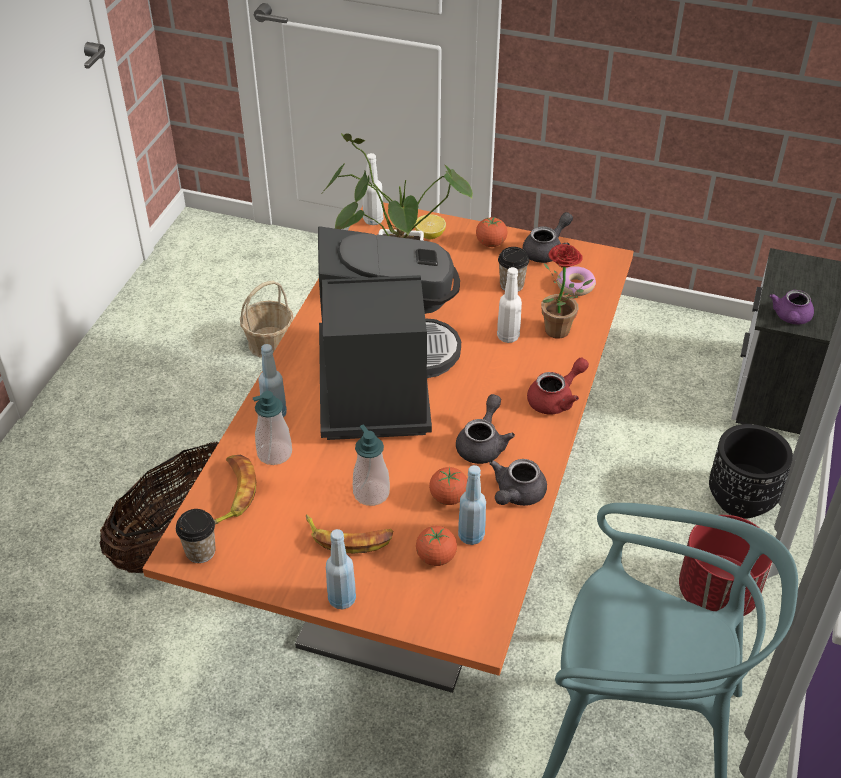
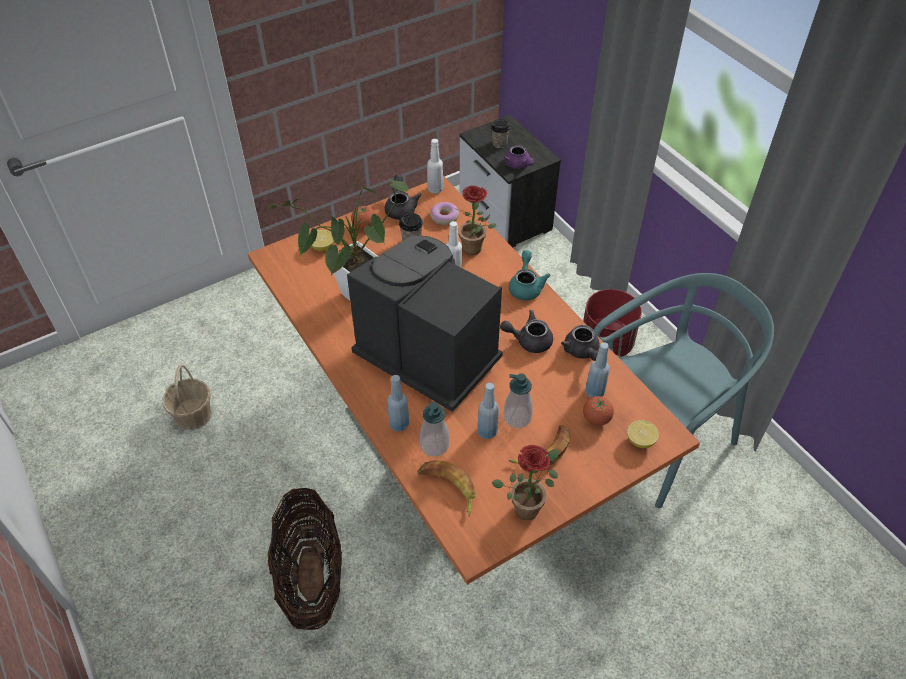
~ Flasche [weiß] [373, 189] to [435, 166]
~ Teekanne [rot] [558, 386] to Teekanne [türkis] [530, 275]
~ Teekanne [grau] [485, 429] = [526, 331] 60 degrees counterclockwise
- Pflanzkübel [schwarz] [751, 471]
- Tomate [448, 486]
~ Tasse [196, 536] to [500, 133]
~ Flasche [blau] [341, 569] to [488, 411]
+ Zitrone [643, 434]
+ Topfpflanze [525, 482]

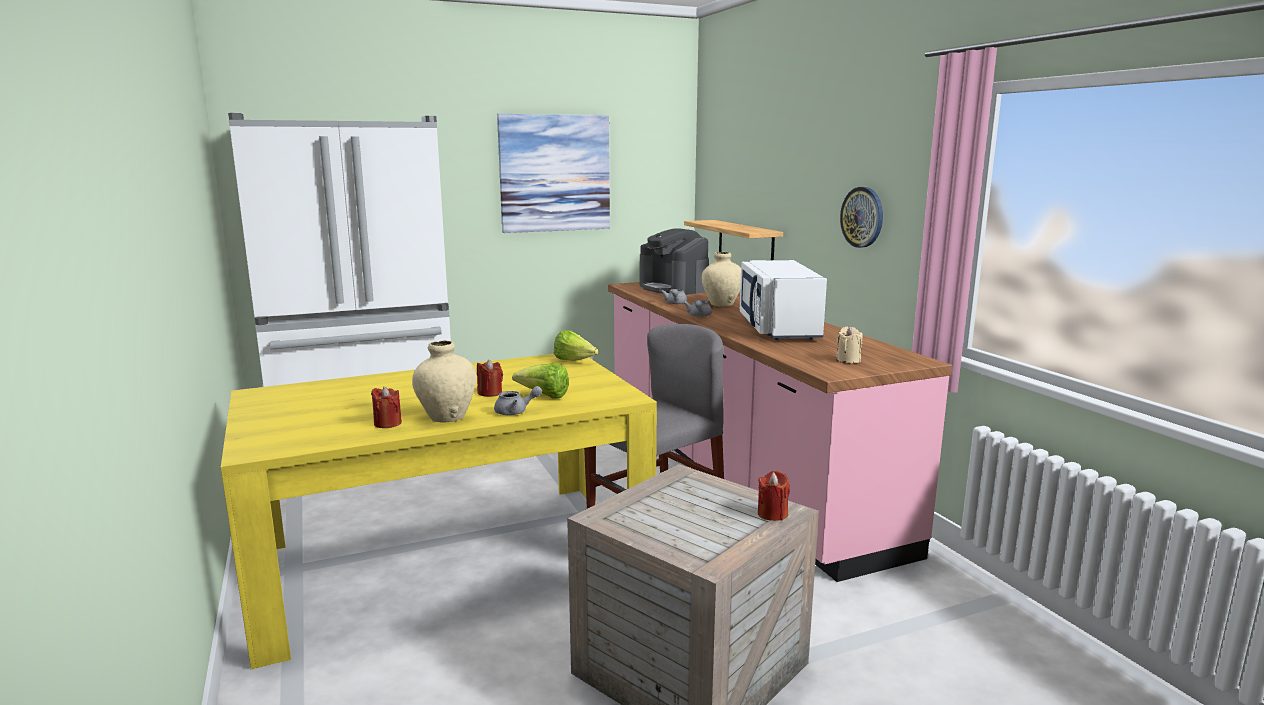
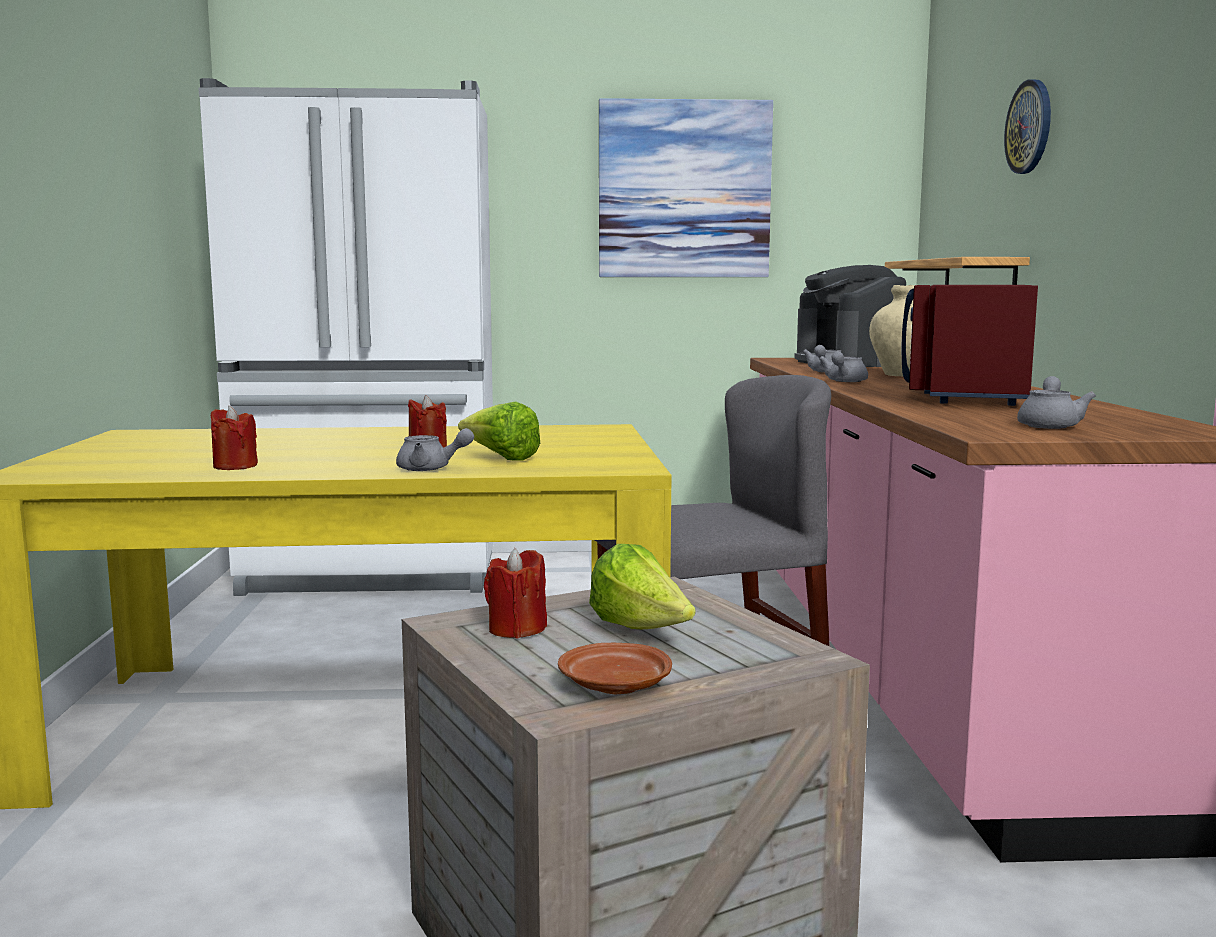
~ Wanduhr [861, 217] to [1027, 127]
~ Mikrowelle [weiß] [783, 300] to Mikrowelle [rot] [970, 345]
~ Kerze [beige] [849, 345] to Teekanne [grau] [1056, 402]
~ Salatkopf [576, 345] to [642, 586]
- Vase [beige] [444, 381]
~ Kerze [rot] [774, 496] to [515, 593]
+ Teller [braun] [615, 668]

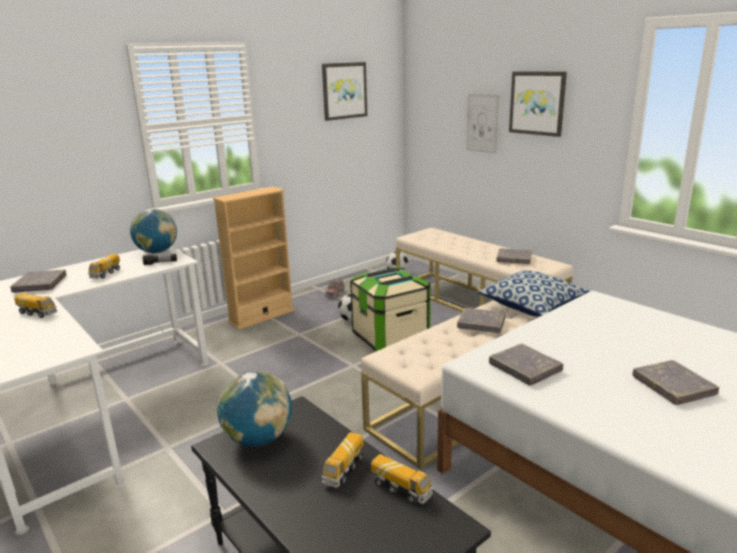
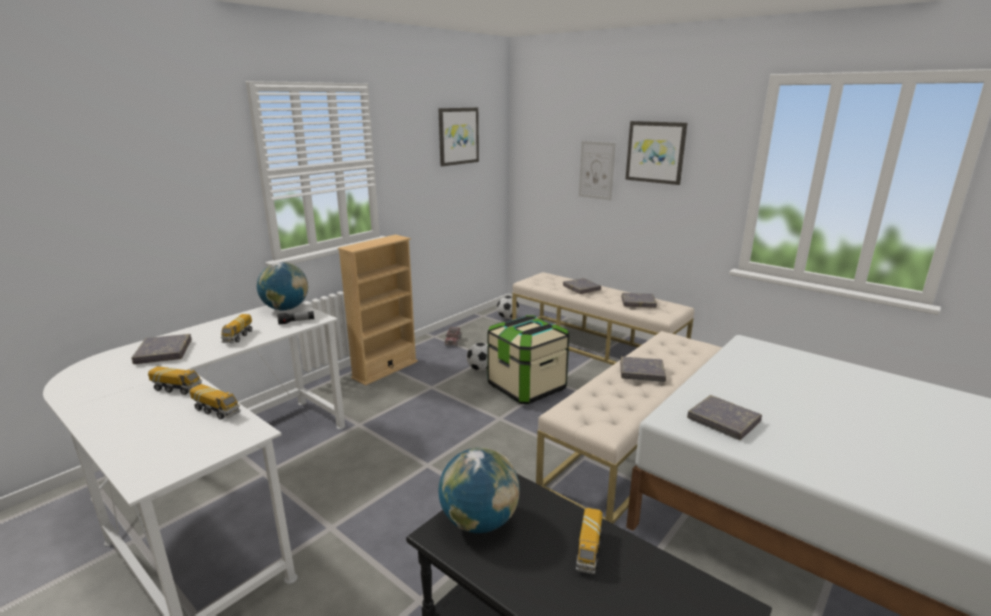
- Kissen [533, 293]
~ Buch [grau] [675, 382] to [582, 286]
~ Spielzeuglaster [402, 479] to [215, 402]

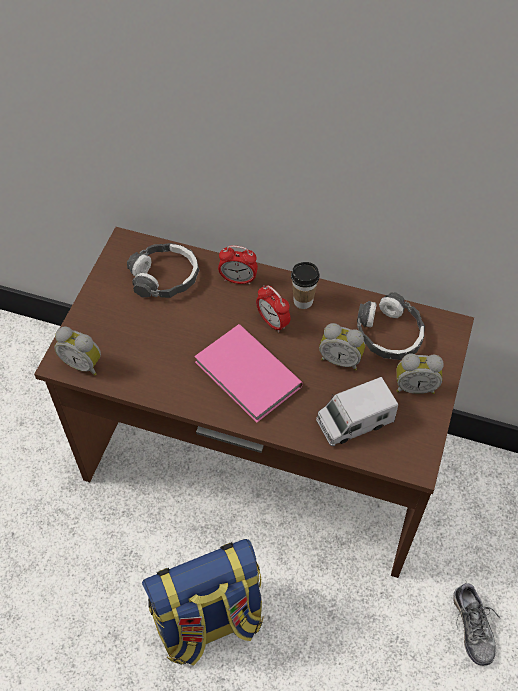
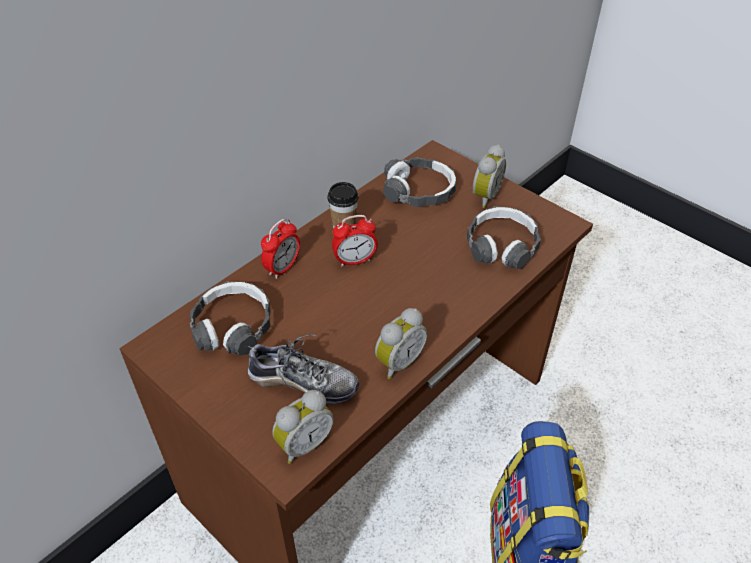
~ Wecker [342, 346] to [401, 343]
- Buch [rosa] [248, 373]
~ Spielzeuglaster [357, 411] to Kopfhörer [504, 237]
~ Schuh [476, 624] to [303, 369]

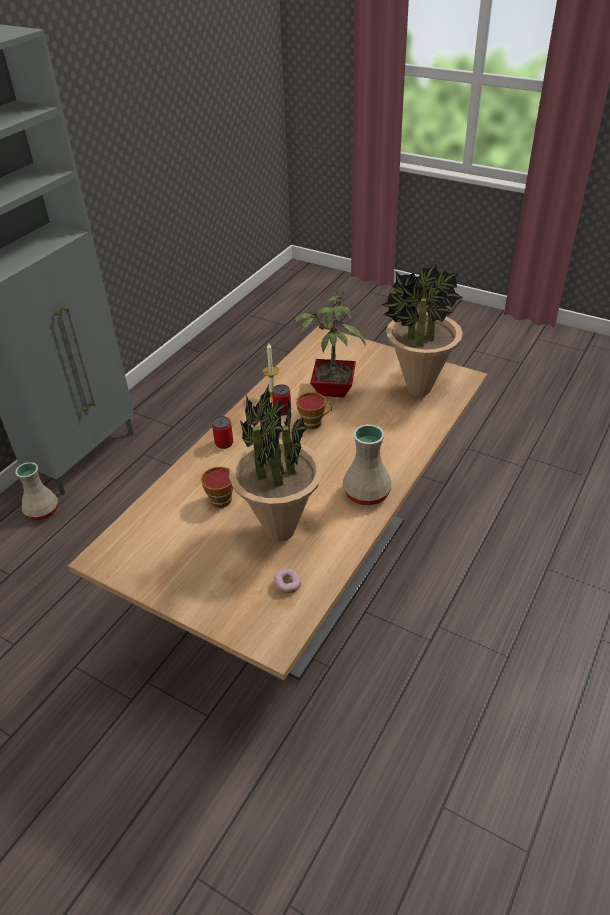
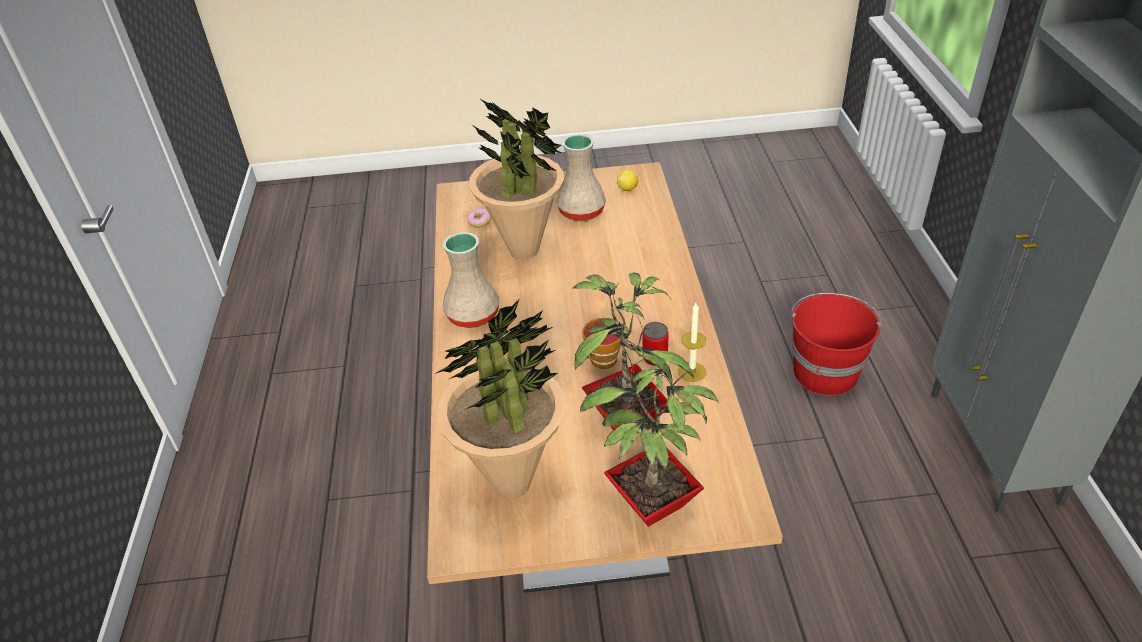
- Dose [222, 432]
~ Vase [beige] [36, 491] to [581, 177]
- Tasse [217, 487]
+ Zitrone [627, 180]
+ Eimer [rot] [836, 344]
+ Topfpflanze [649, 437]

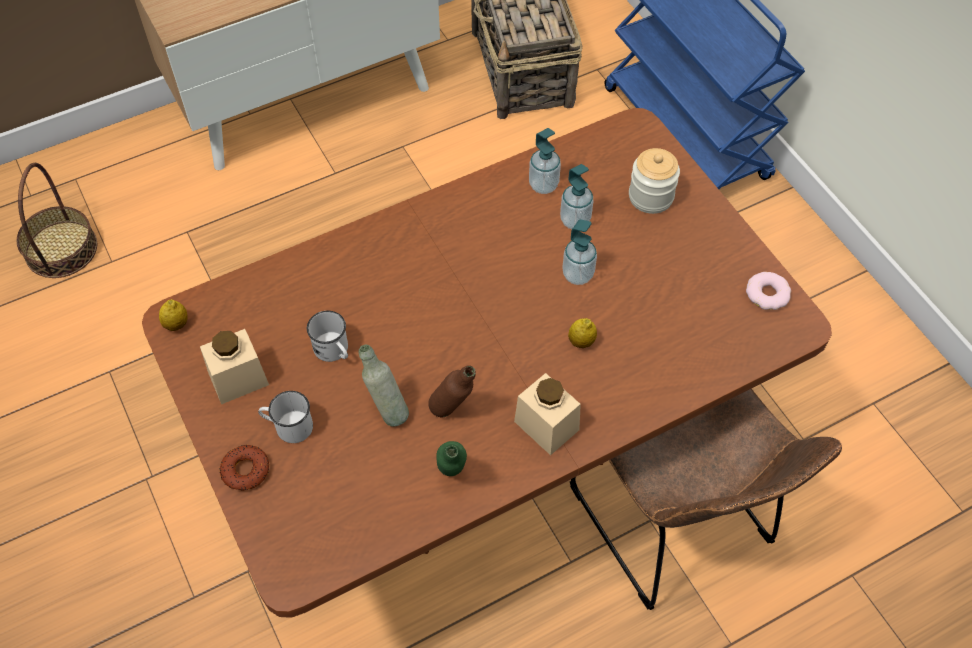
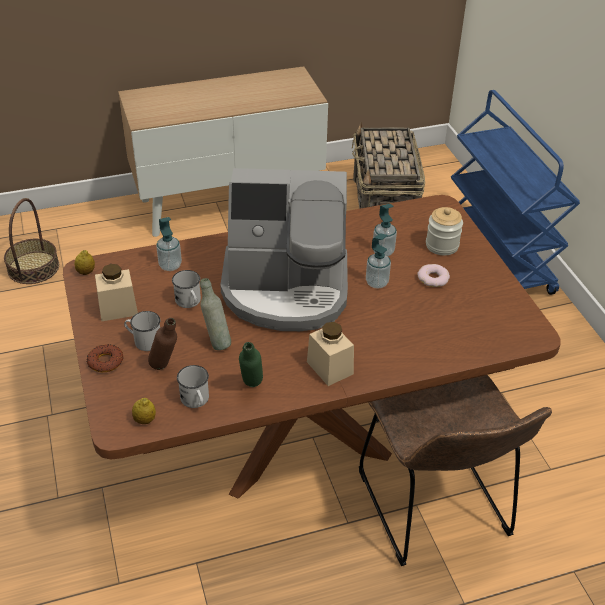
~ Seifenspender [545, 161] to [169, 244]
~ Donut [768, 291] to [433, 275]
~ Zitrone [582, 333] to [144, 411]
~ Flasche [braun] [452, 391] to [162, 344]
+ Kaffeemaschine [284, 249]
+ Henkelbecher [weiß] [193, 386]

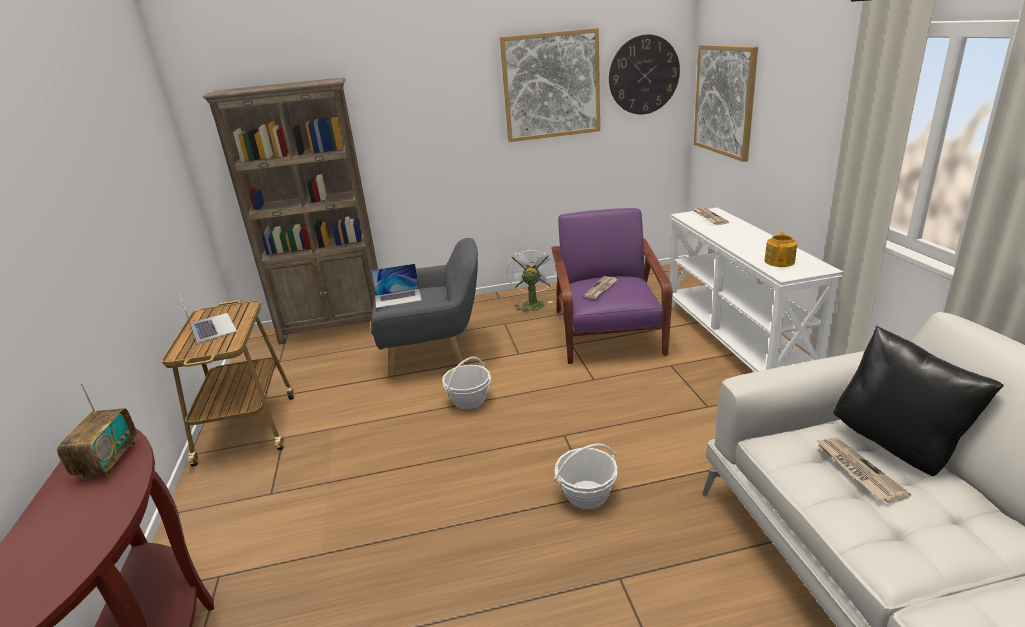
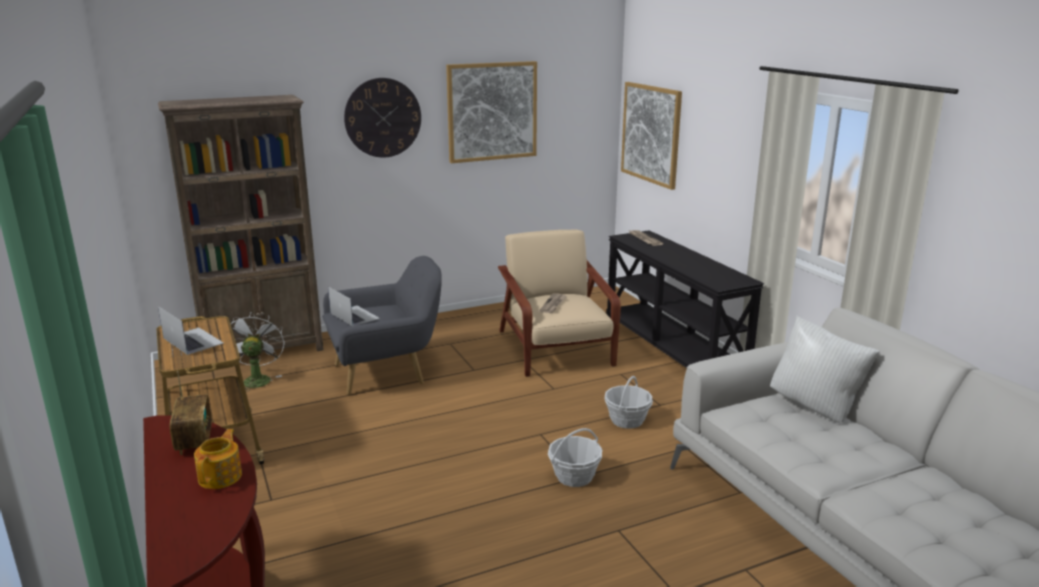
~ Wanduhr [644, 74] to [382, 118]
~ Konsolentisch [weiß] [756, 289] to Konsolentisch [schwarz] [685, 298]
~ Sessel [lila] [611, 286] to Sessel [beige] [559, 303]
~ Teekanne [780, 249] to [218, 459]
~ Ventilator [weiß] [532, 280] to [258, 352]
~ Laptop [396, 286] = [354, 306] 105 degrees counterclockwise
~ Kissen [schwarz] [918, 400] to Kissen [weiß] [825, 369]
~ Korb [466, 383] to [628, 402]
- Zeitung [863, 470]

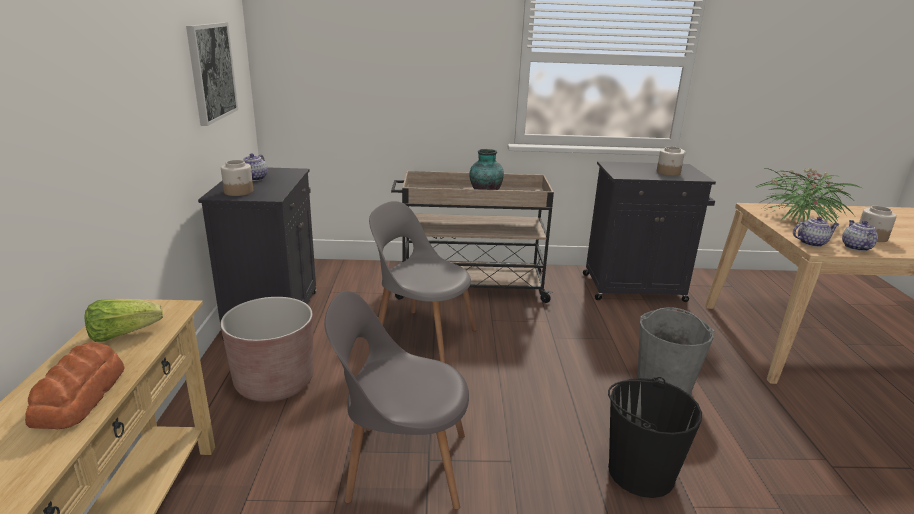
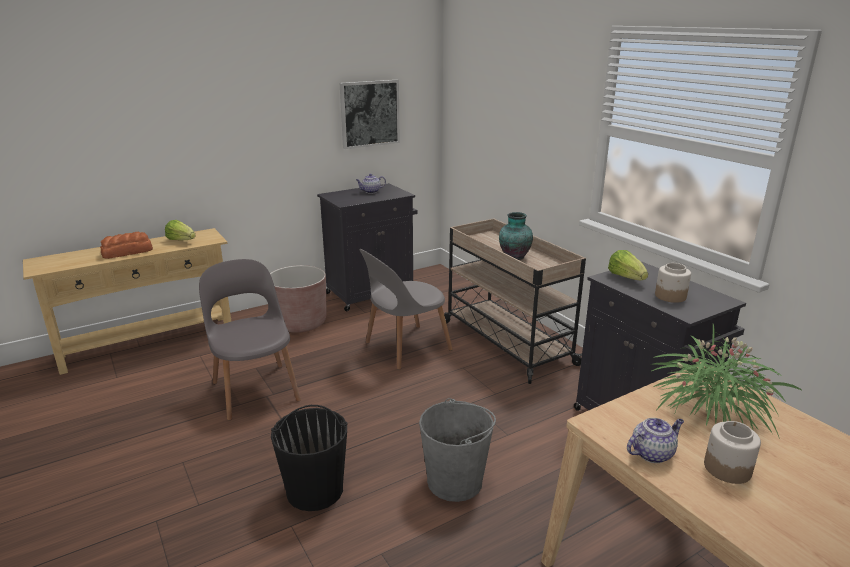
- Vorratsglas [237, 178]
~ Stuhl [grau] [422, 282] = [406, 309] 120 degrees counterclockwise
- Teekanne [816, 232]
+ Salatkopf [628, 265]

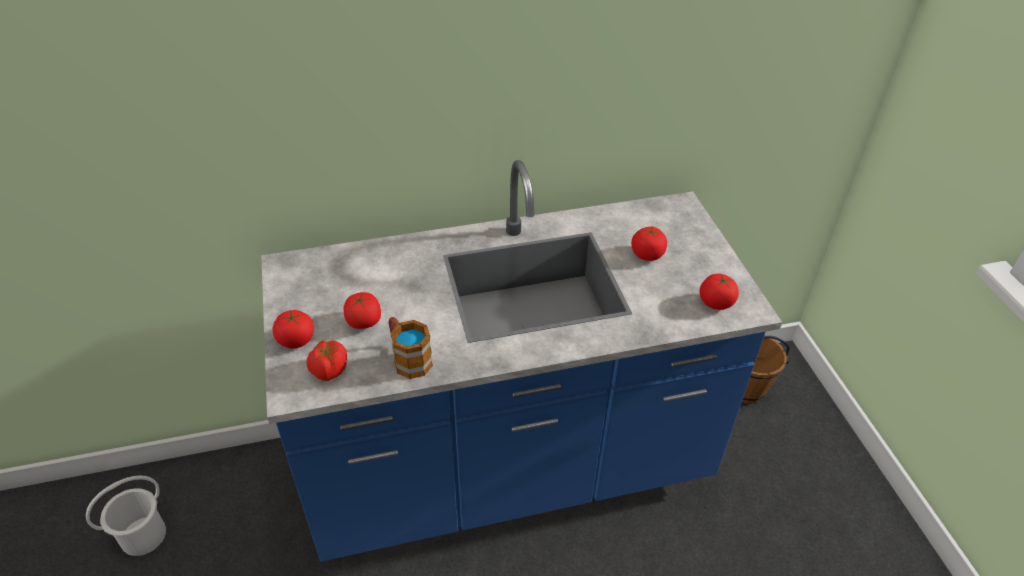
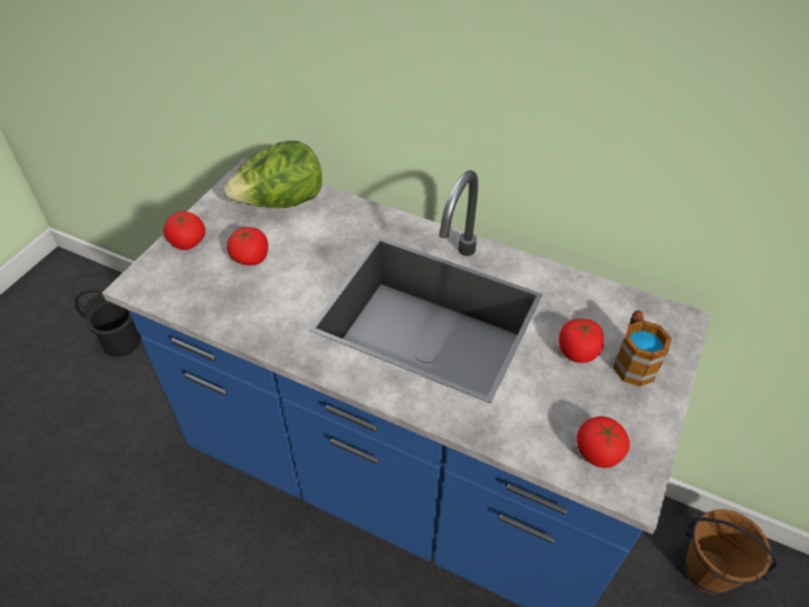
~ Henkelbecher [411, 348] to [642, 348]
- Tomate [327, 360]
~ Eimer [weiß] [126, 515] to Eimer [schwarz] [107, 323]
+ Salatkopf [273, 174]

